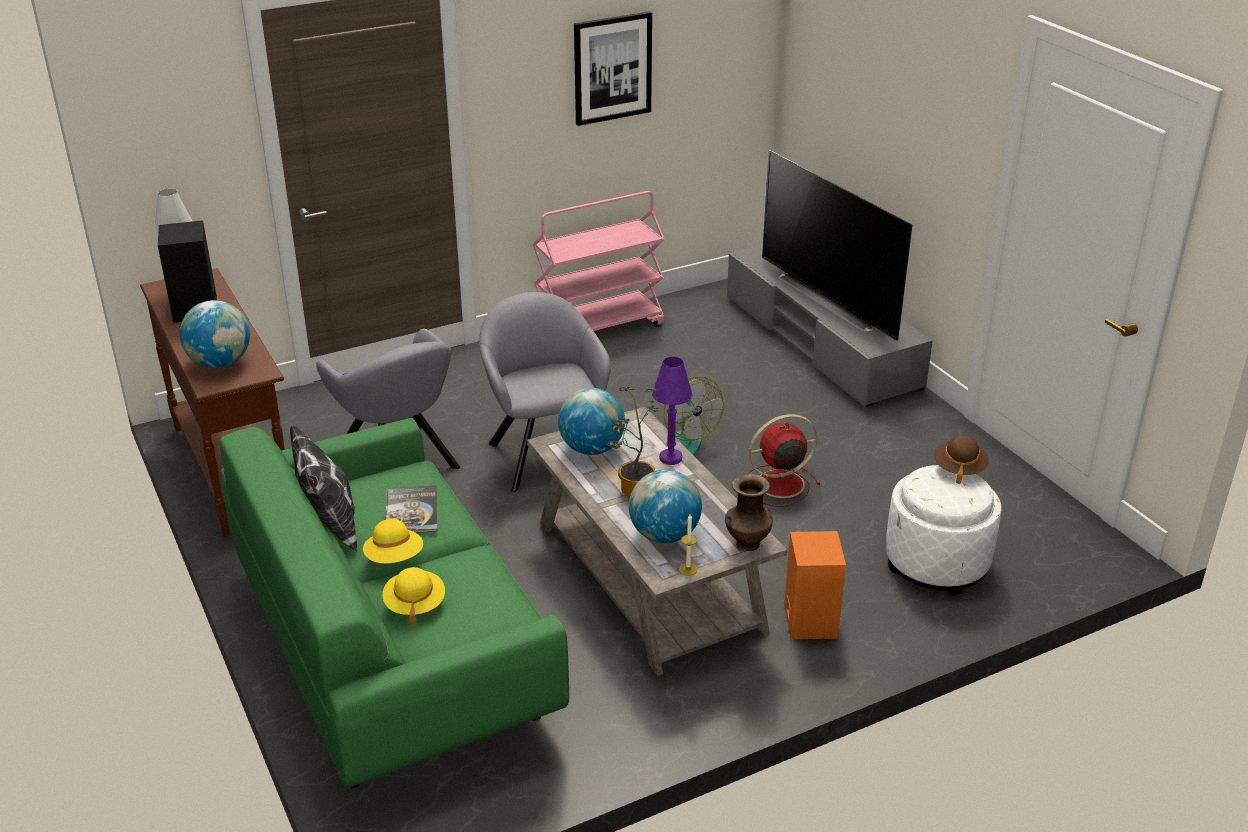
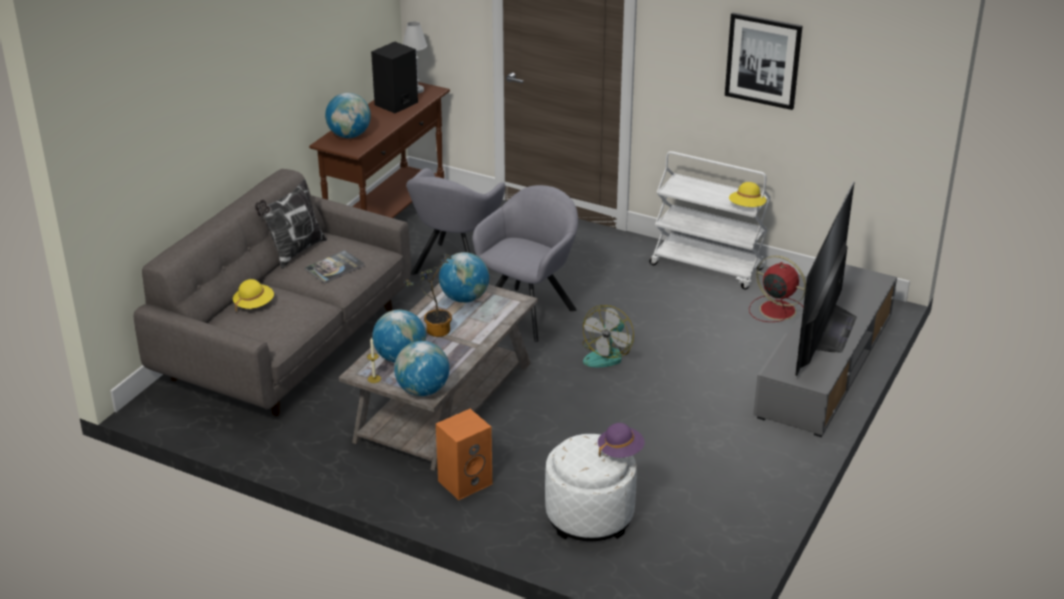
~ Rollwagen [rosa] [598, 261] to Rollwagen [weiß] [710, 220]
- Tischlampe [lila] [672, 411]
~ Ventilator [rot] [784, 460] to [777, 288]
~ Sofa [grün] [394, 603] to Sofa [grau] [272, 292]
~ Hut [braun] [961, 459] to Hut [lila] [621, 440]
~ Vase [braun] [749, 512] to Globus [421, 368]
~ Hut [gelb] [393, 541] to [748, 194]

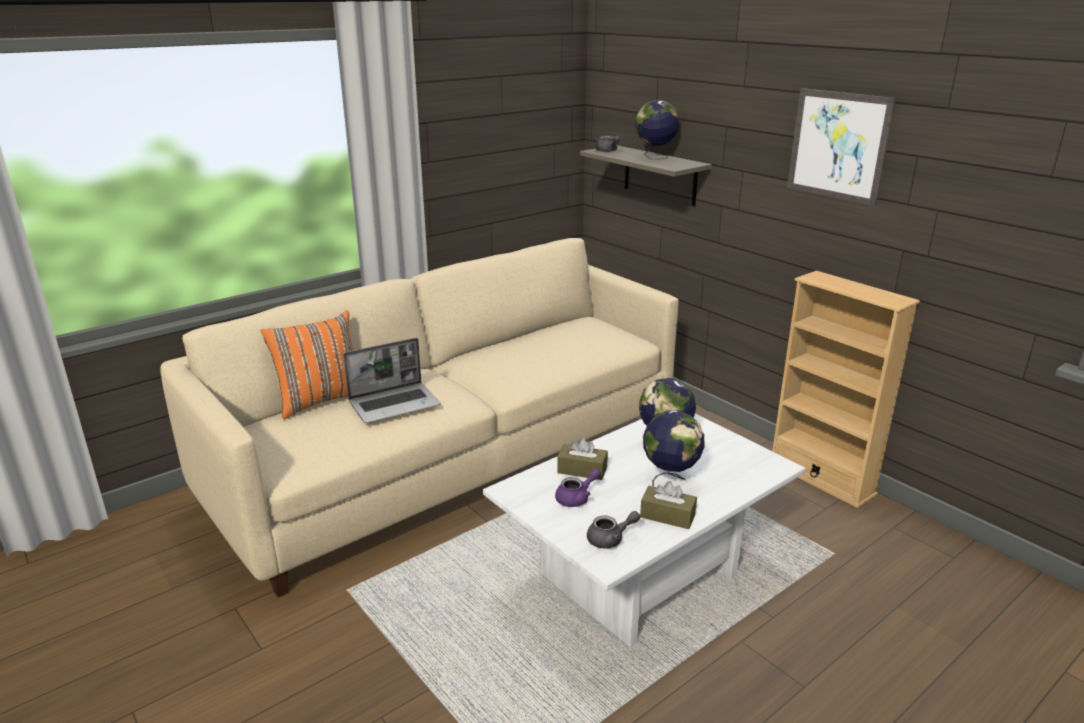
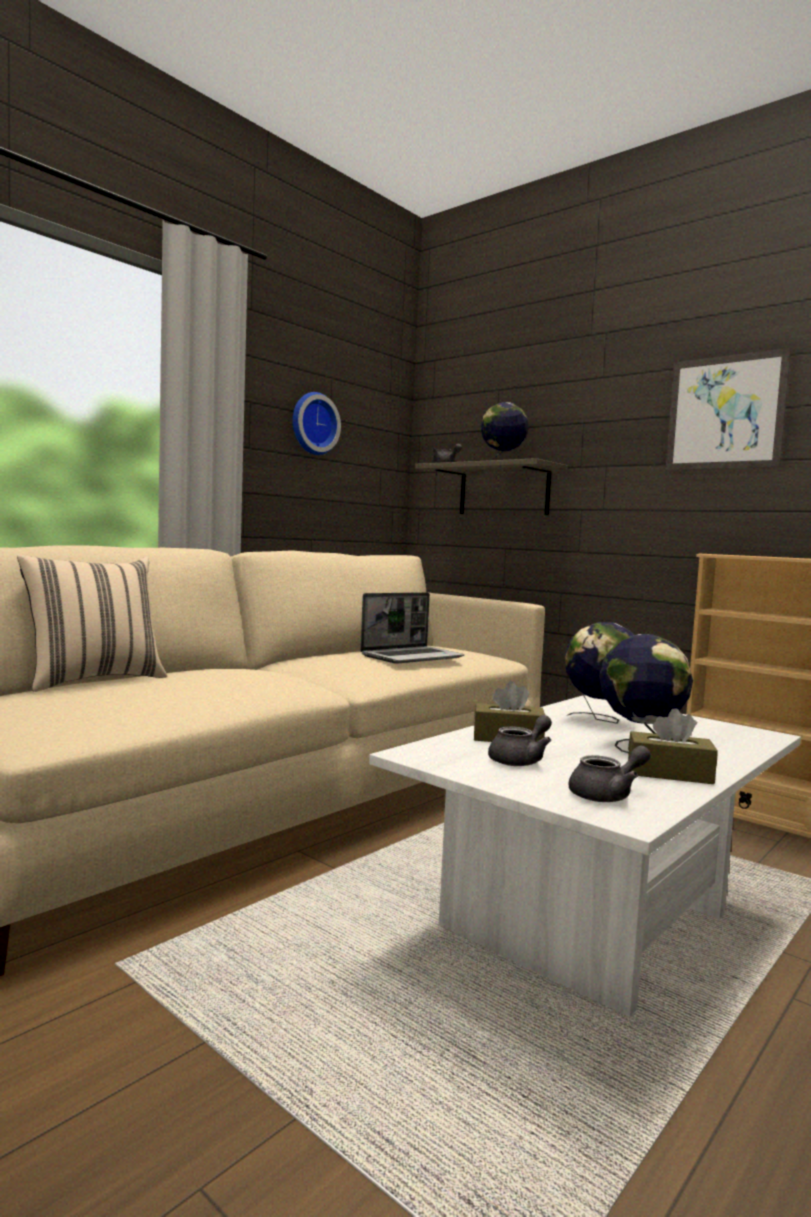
~ Kissen [orange] [307, 364] to Kissen [beige] [92, 623]
~ Laptop [391, 380] to [412, 628]
~ Teekanne [lila] [578, 487] to Teekanne [grau] [520, 740]
+ Wanduhr [317, 423]

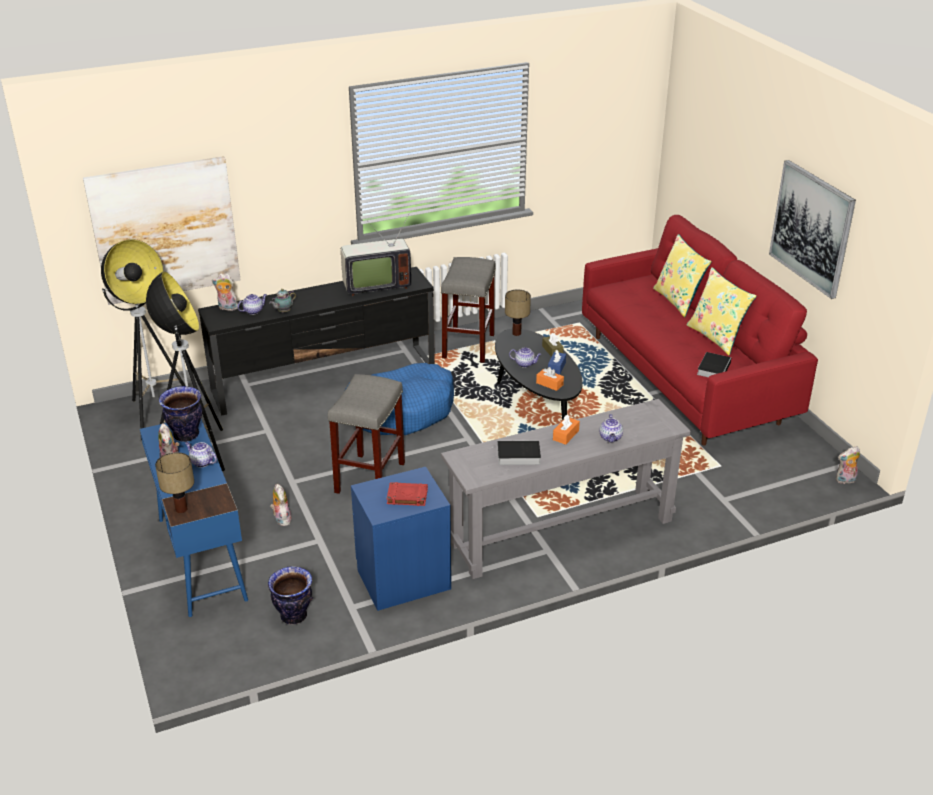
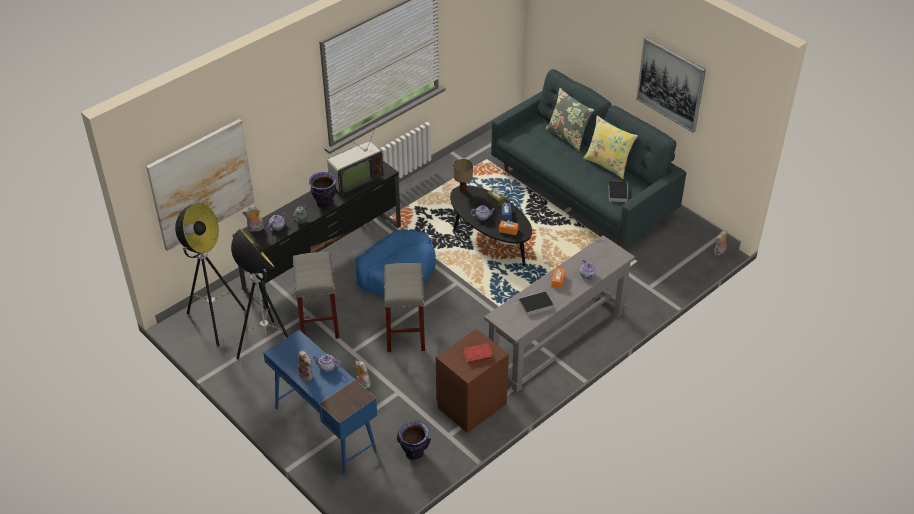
~ Sofa [rot] [700, 330] to Sofa [grau] [589, 157]
~ Kissen [gelb] [682, 275] to Kissen [grau] [569, 119]
~ Hocker [grau] [468, 310] to [316, 295]
~ Vase [180, 414] to [322, 190]
- Tischlampe [174, 482]
~ Nachttisch [blau] [401, 539] to Nachttisch [braun] [472, 381]

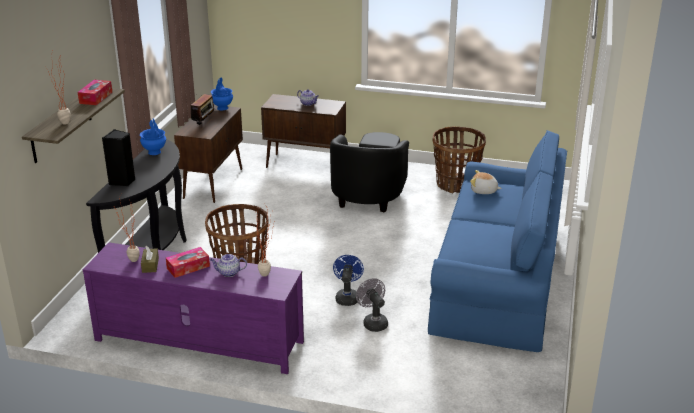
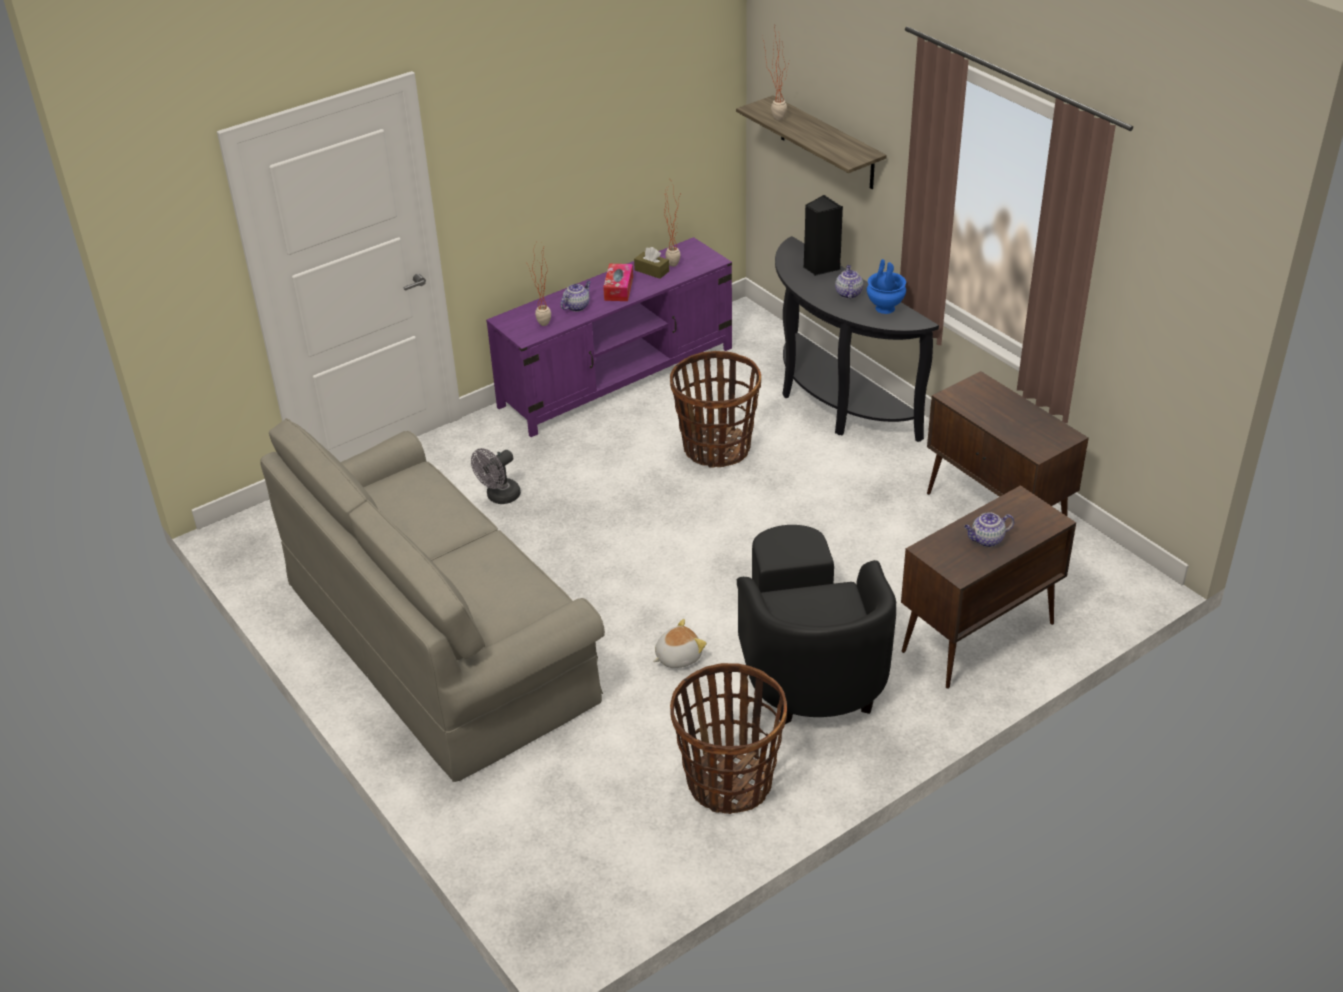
- Vase [blau] [222, 94]
- Taschentuchbox [95, 92]
- Radio [204, 109]
~ Sofa [blau] [497, 241] to Sofa [grau] [432, 600]
~ Sessel [schwarz] [369, 172] = [816, 624] 150 degrees counterclockwise
~ Plüschtier [486, 182] to [680, 643]
- Ventilator [blau] [348, 280]
~ Ventilator [grau] [372, 305] = [496, 476] 120 degrees clockwise
+ Teekanne [849, 282]

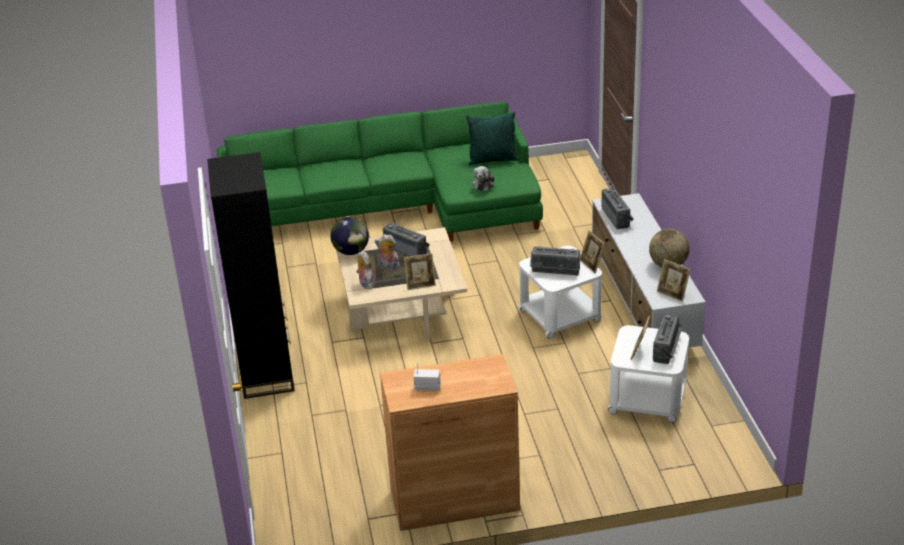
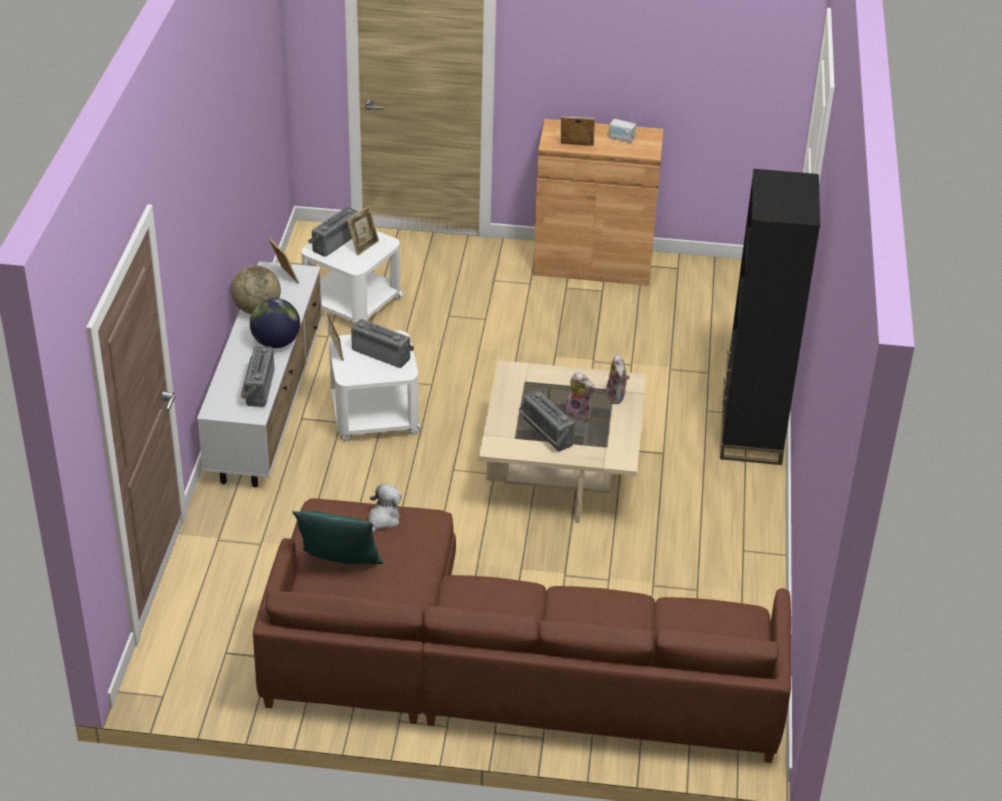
~ Sofa [grün] [380, 171] to Sofa [braun] [522, 630]
~ Globus [350, 236] to [275, 323]
~ Bilderrahmen [420, 271] to [578, 131]

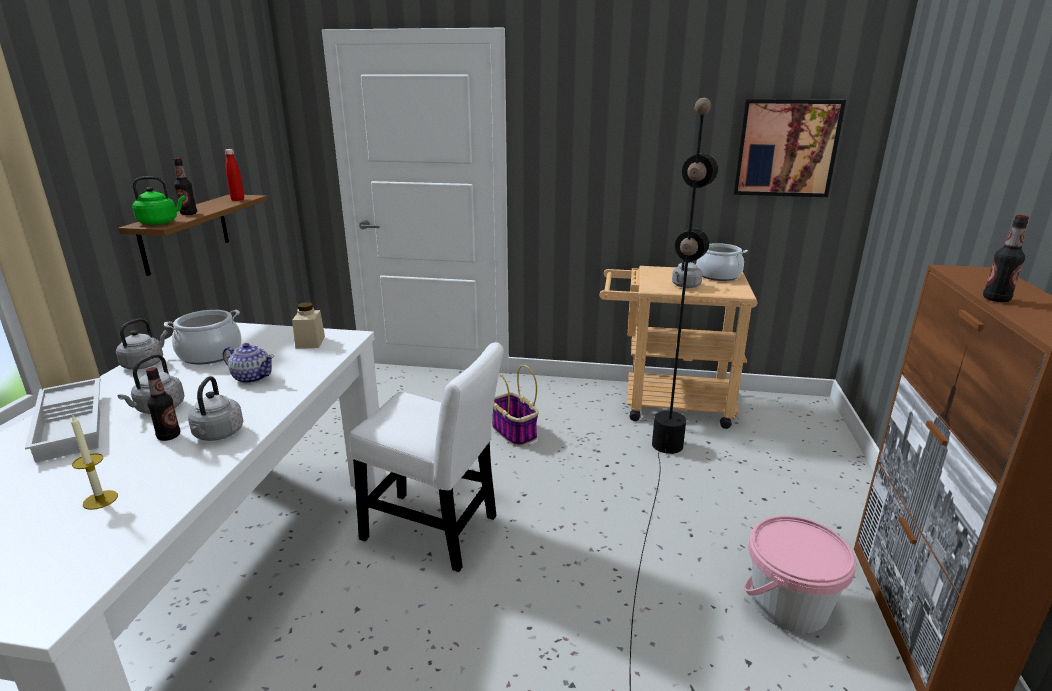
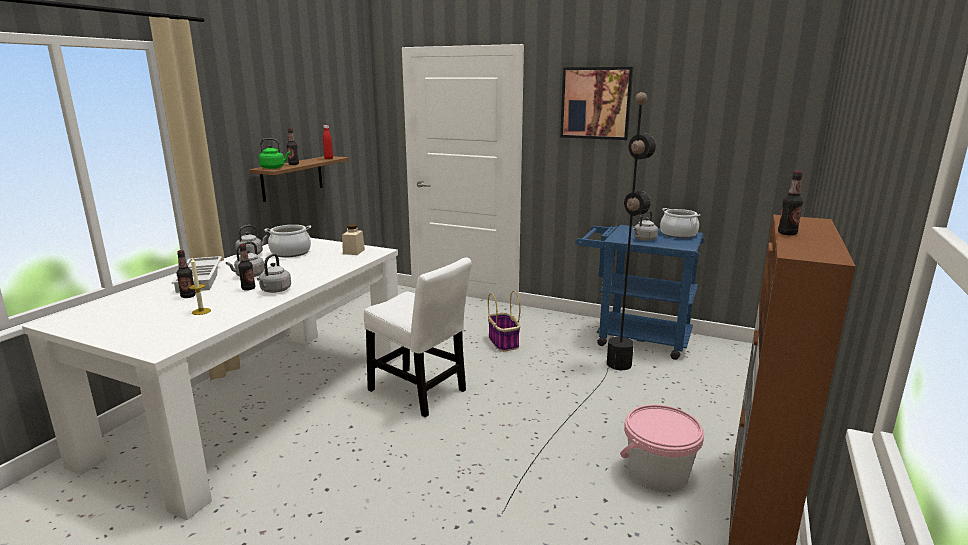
~ Bild [789, 148] to [596, 103]
~ Rollwagen [beige] [678, 347] to Rollwagen [blau] [640, 292]
- Teekanne [248, 363]
+ Flasche [186, 274]

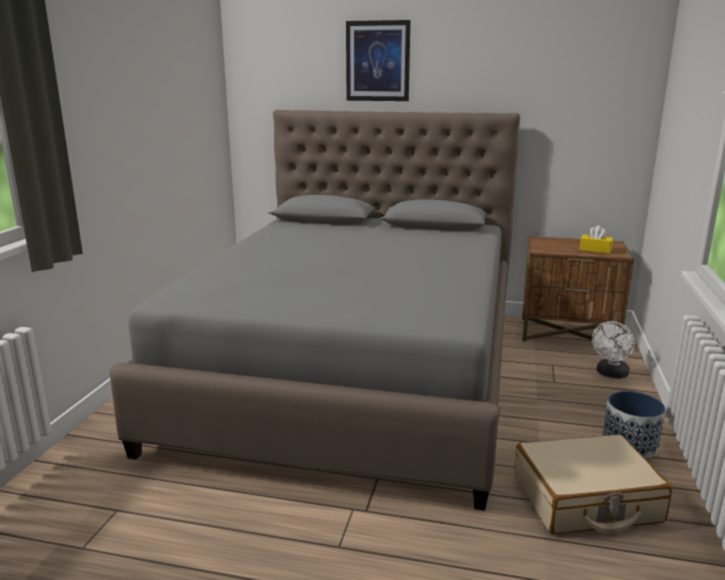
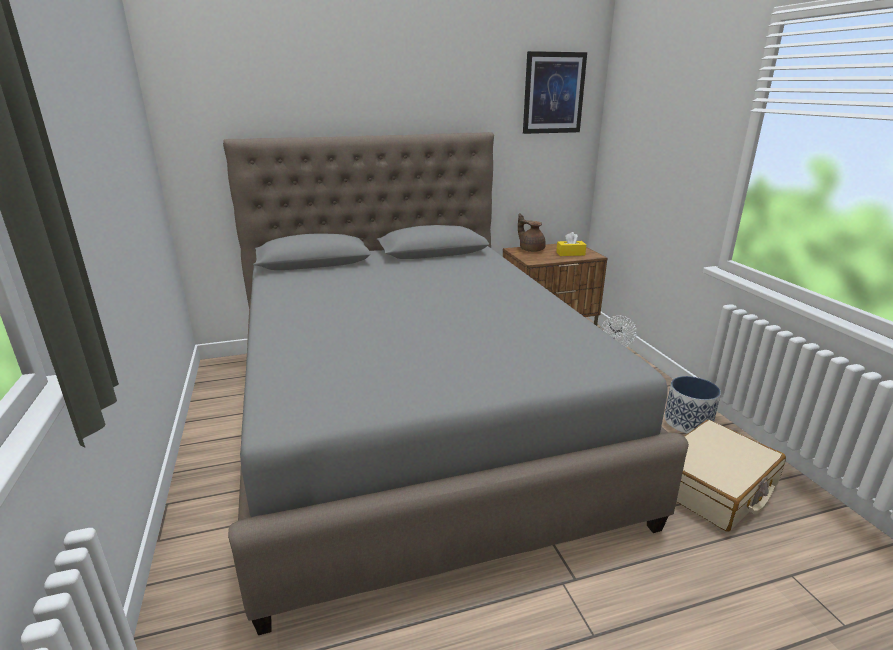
~ Bild [378, 60] to [555, 92]
+ Teekanne [braun] [532, 232]

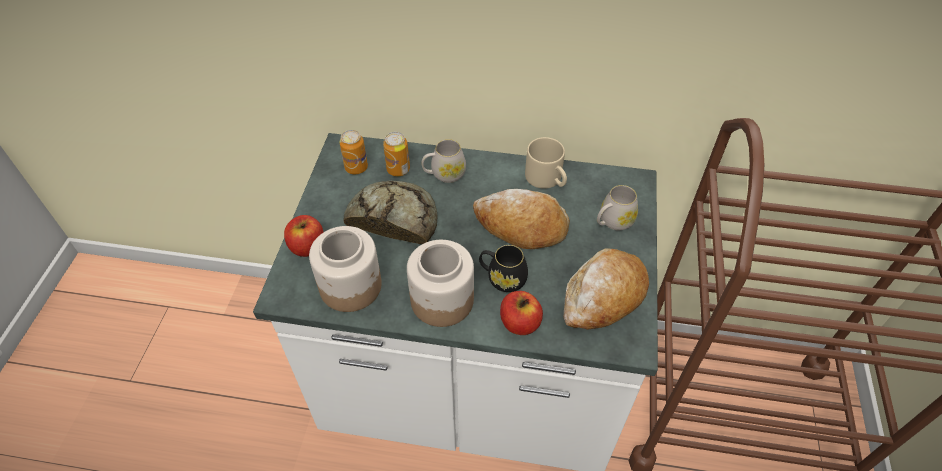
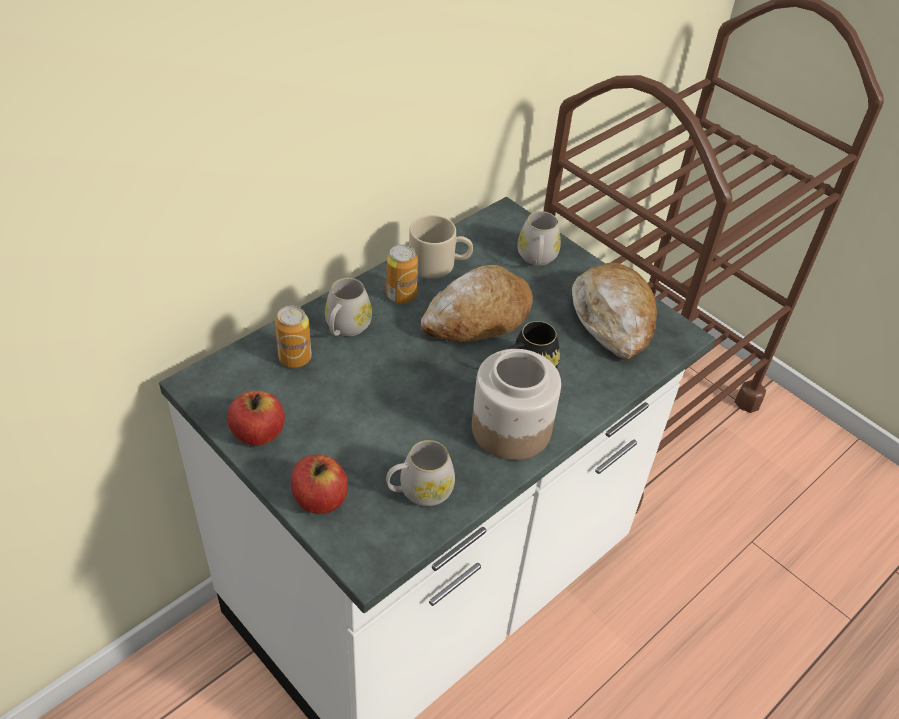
~ Dose [353, 152] to [402, 273]
- Brot [391, 212]
~ Vorratsglas [345, 269] to Henkelbecher [weiß] [420, 473]
~ Apfel [521, 313] to [256, 418]

